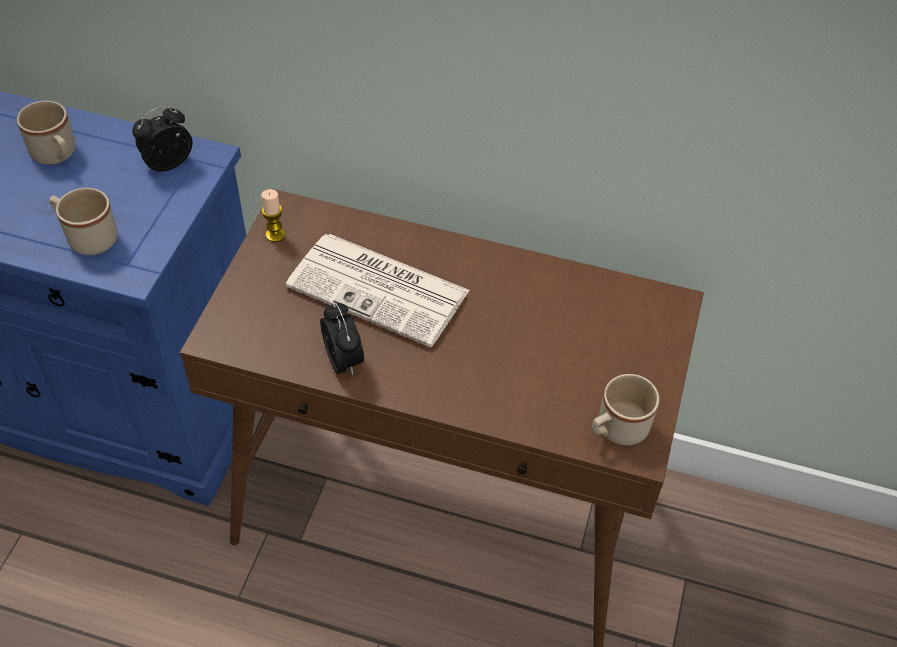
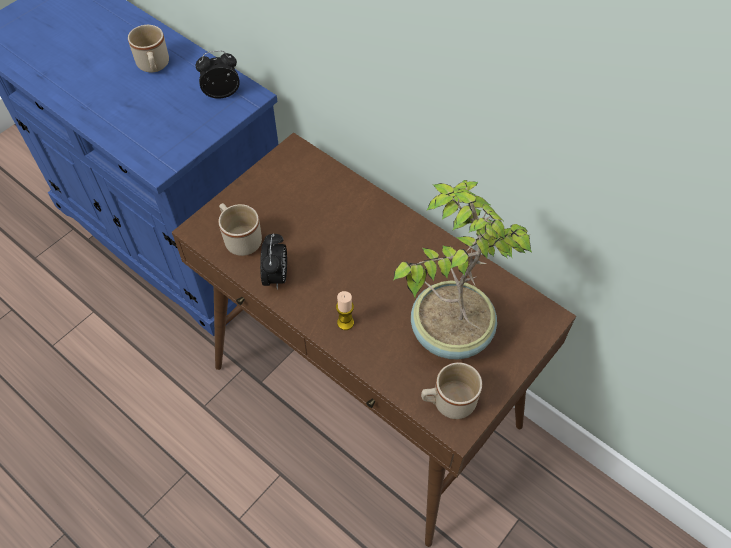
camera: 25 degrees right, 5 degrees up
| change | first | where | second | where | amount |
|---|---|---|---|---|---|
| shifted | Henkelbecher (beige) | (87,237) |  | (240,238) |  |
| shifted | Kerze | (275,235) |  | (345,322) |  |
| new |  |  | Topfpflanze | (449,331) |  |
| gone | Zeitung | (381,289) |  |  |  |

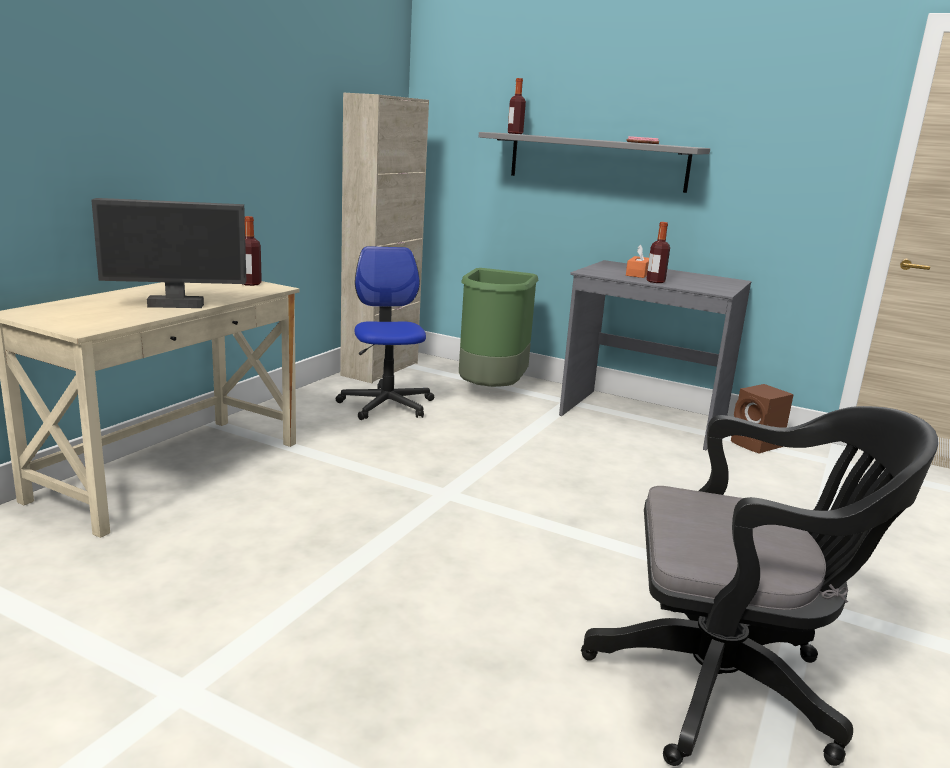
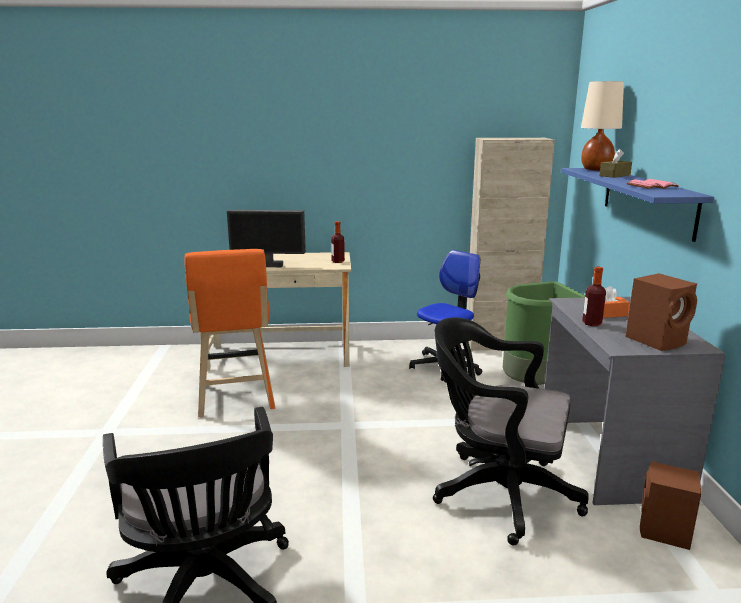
camera: 60 degrees right, 0 degrees up
| change | first | where | second | where | amount |
|---|---|---|---|---|---|
| new |  |  | Hocker (orange) | (236,399) |  |
| rotated | Monitor | (176,305) |  | (268,265) | 45 degrees counterclockwise |
| new |  |  | Bürostuhl (schwarz) | (498,493) |  |
| repainted | Wandregal (grau) | (597,162) | Wandregal (blau) | (647,200) |  |
| swapped | Flasche | (515,133) | Tischlampe (beige) | (596,170) |  |
| new |  |  | Taschentuchbox (braun) | (615,175) |  |
| new |  |  | Lautsprecher (braun) | (657,340) |  |

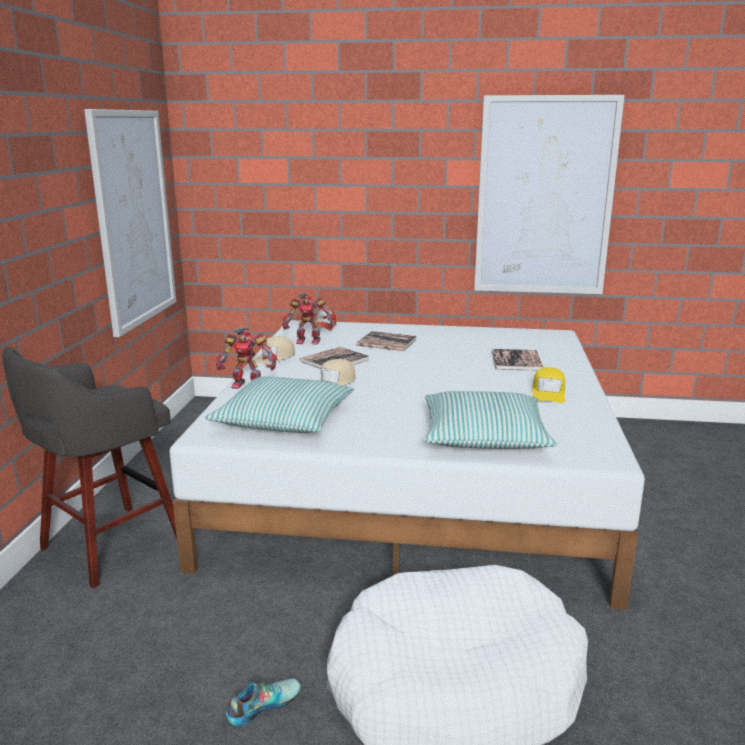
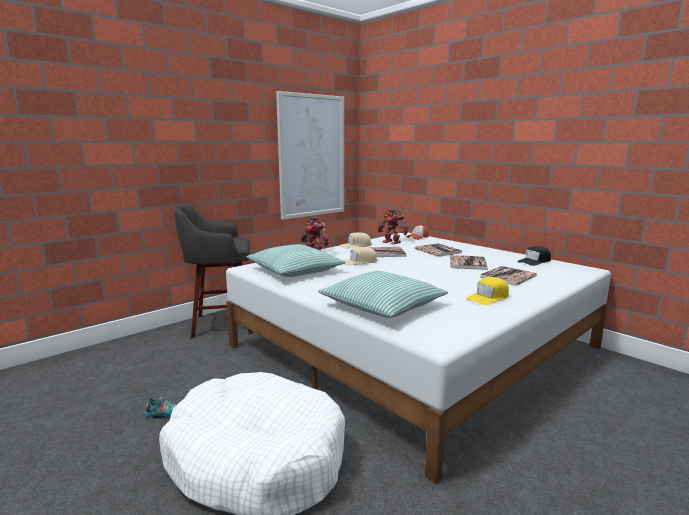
camera: 40 degrees right, 5 degrees down
| change | first | where | second | where | amount |
|---|---|---|---|---|---|
| new |  |  | Buch | (467,263) |  |
| new |  |  | Kappe (schwarz) | (534,261) |  |
| gone | Bild | (544,197) |  |  |  |

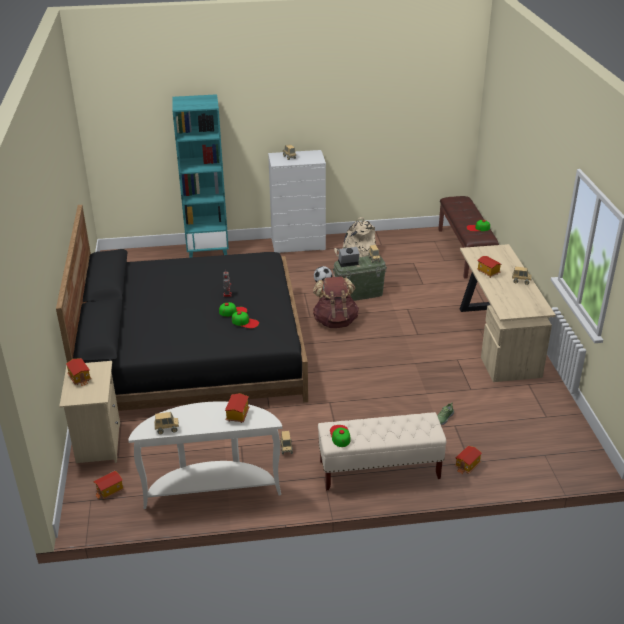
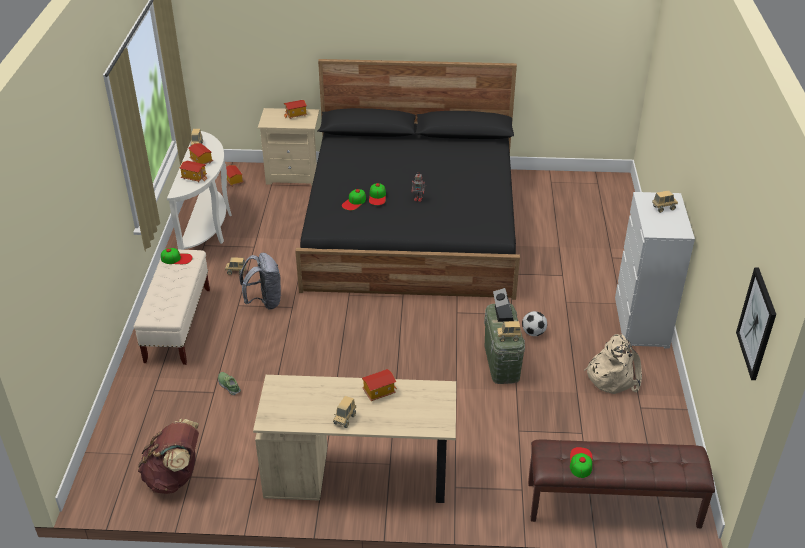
camera: 100 degrees right, 5 degrees up
| change | first | where | second | where | amount |
|---|---|---|---|---|---|
| shifted | Rucksack (braun) | (335,321) |  | (175,477) |  |
| shifted | Spielzeughaus | (467,466) |  | (201,161) |  |
| new |  |  | Rucksack (grau) | (264,301) |  |
| new |  |  | Bild | (757,323) |  |
| gone | Bücherregal (türkis) | (208,253) |  |  |  |

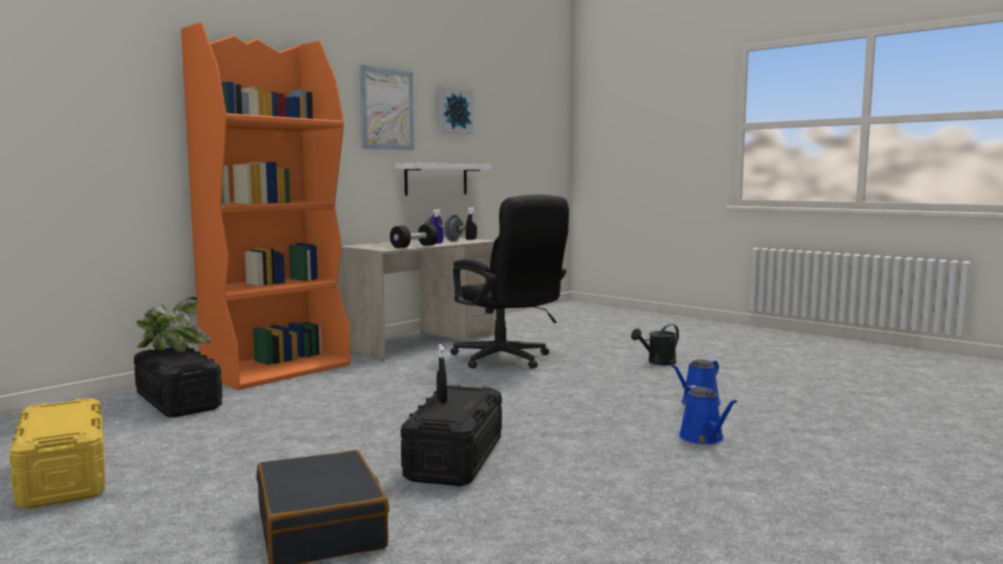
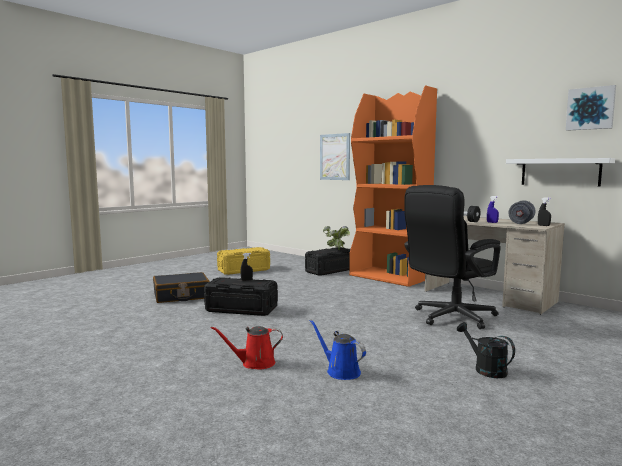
camera: 90 degrees right, 0 degrees up
| change | first | where | second | where | amount |
|---|---|---|---|---|---|
| repainted | Gießkanne (blau) | (703,438) | Gießkanne (rot) | (255,363) |  |
| shifted | Bild | (386,109) |  | (335,157) |  |

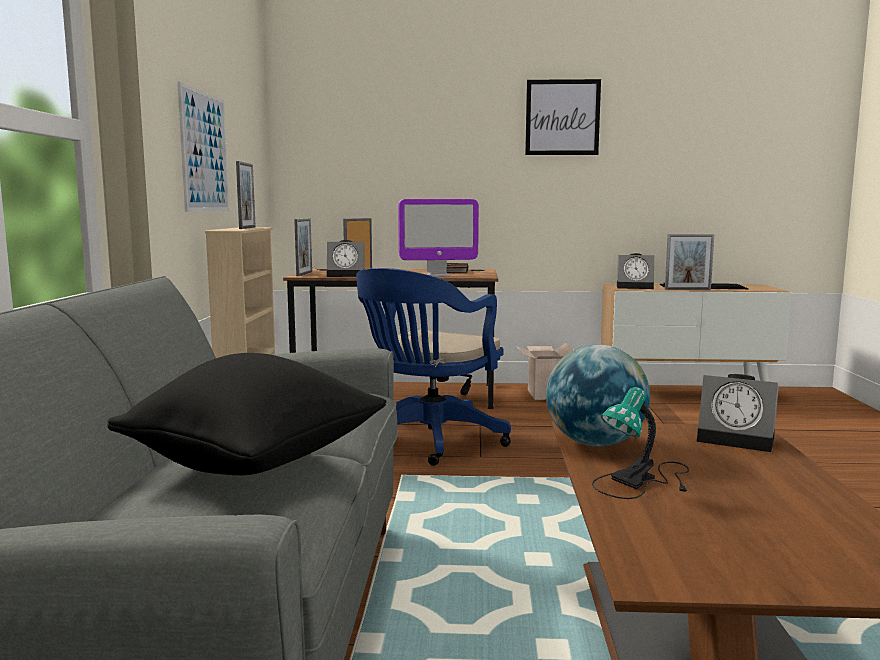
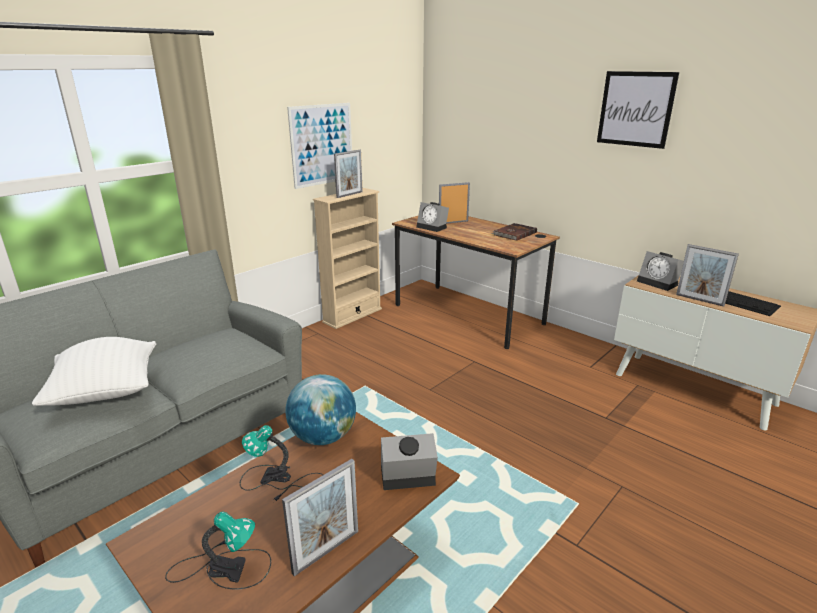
camera: 40 degrees right, 15 degrees up
| change | first | where | second | where | amount |
|---|---|---|---|---|---|
| repainted | Kissen (schwarz) | (255,466) | Kissen (weiß) | (106,393) |  |
| new |  |  | Tischlampe | (224,567) |  |
| shifted | Bilderrahmen | (304,274) |  | (326,552) |  |
| rotated | Wecker | (738,439) |  | (406,478) | 105 degrees clockwise |
| gone | Bürostuhl (blau) | (428,441) |  |  |  |
| gone | Monitor | (438,275) |  |  |  |
| gone | Karton | (543,394) |  |  |  |

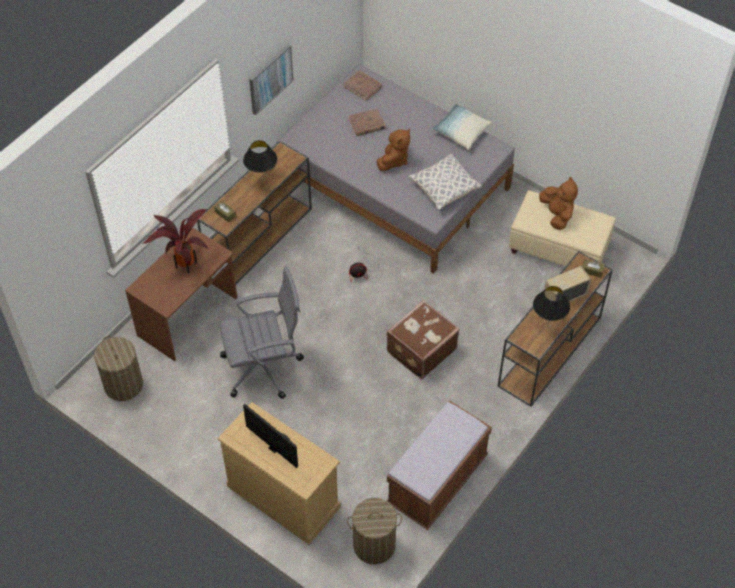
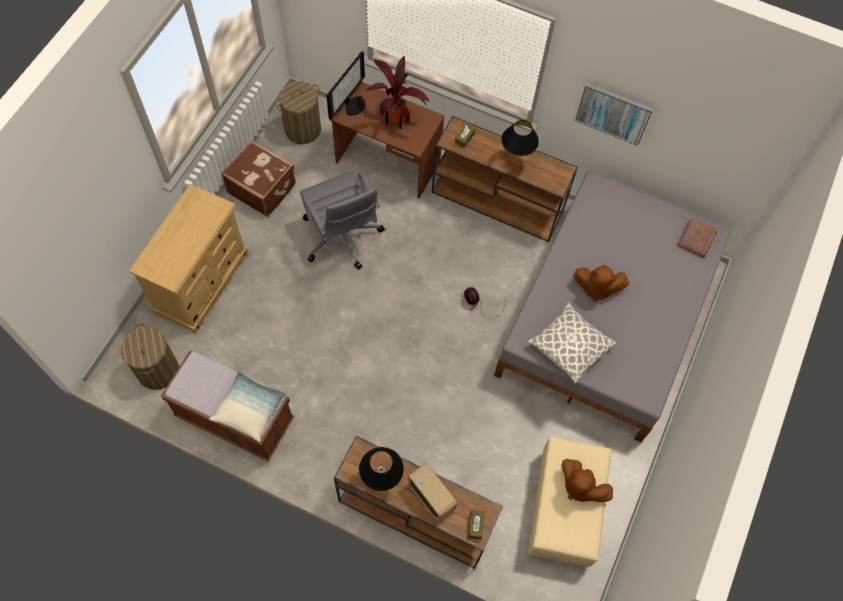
camera: 75 degrees right, 10 degrees up
| change | first | where | second | where | amount |
|---|---|---|---|---|---|
| shifted | Kissen | (461,132) |  | (249,409) |  |
| shifted | Koffer (braun) | (420,350) |  | (262,188) |  |
| shifted | Monitor | (277,445) |  | (353,104) |  |
| rotated | Plüschtier (braun) | (557,215) |  | (580,486) | 75 degrees clockwise |
| gone | Buch (braun) | (367,124) |  |  |  |

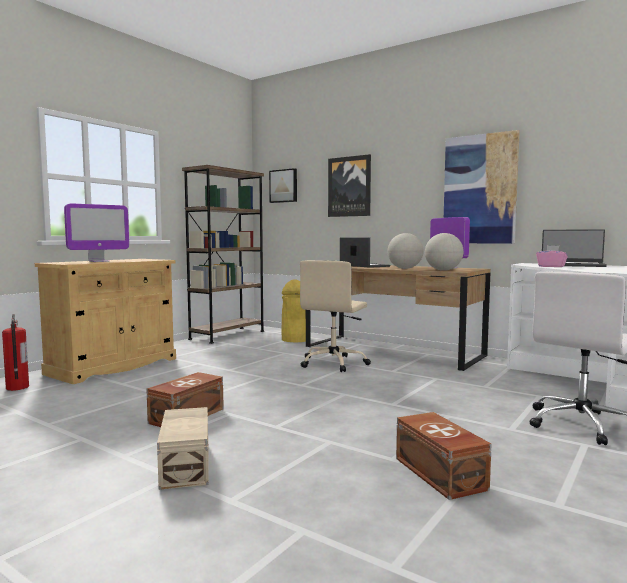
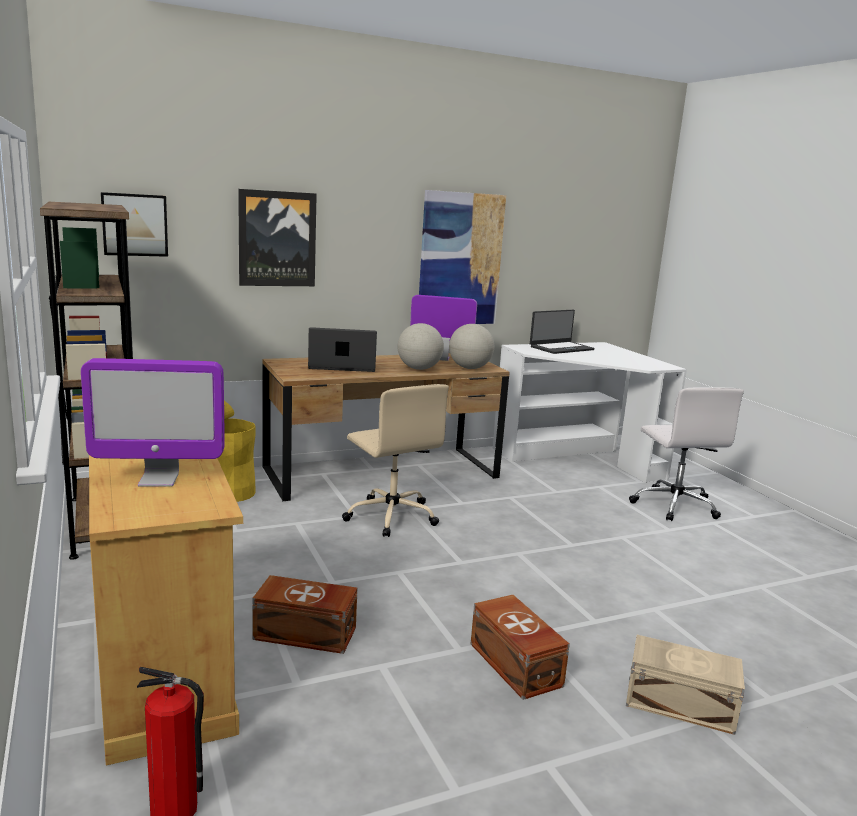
camera: 60 degrees left, 10 degrees up
| change | first | where | second | where | amount |
|---|---|---|---|---|---|
| rotated | Monitor | (98,261) |  | (159,479) | 90 degrees clockwise |
| shifted | Aufbewahrungsbox (braun) | (439,474) |  | (306,634) |  |
| gone | Taschentuchbox (rosa) | (551,266) |  |  |  |

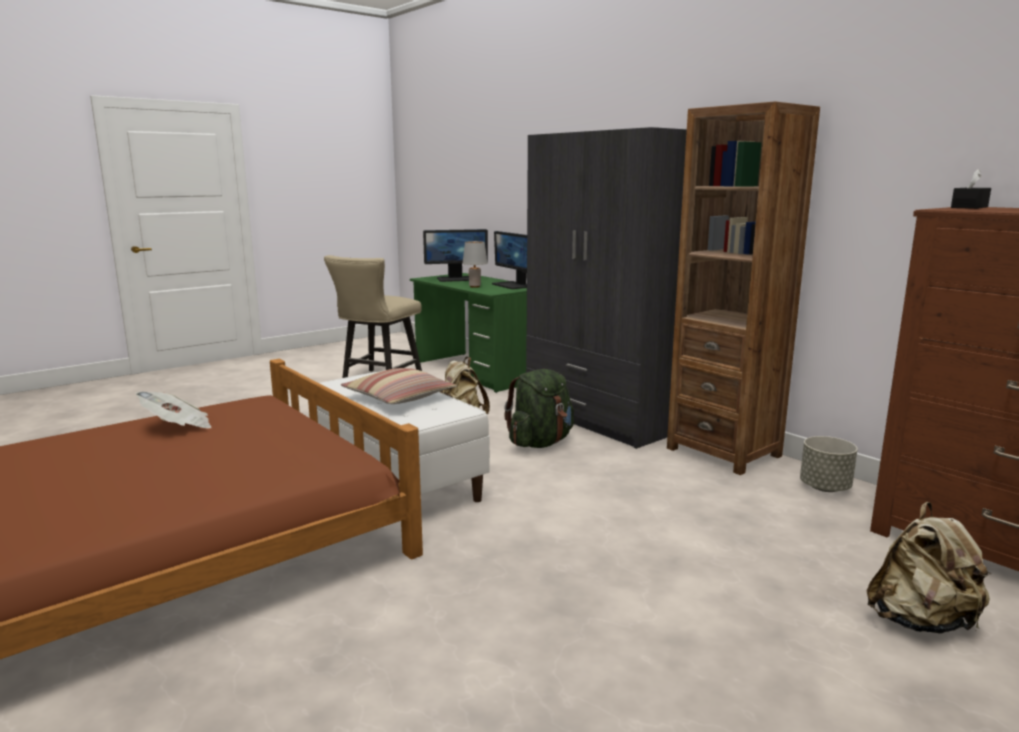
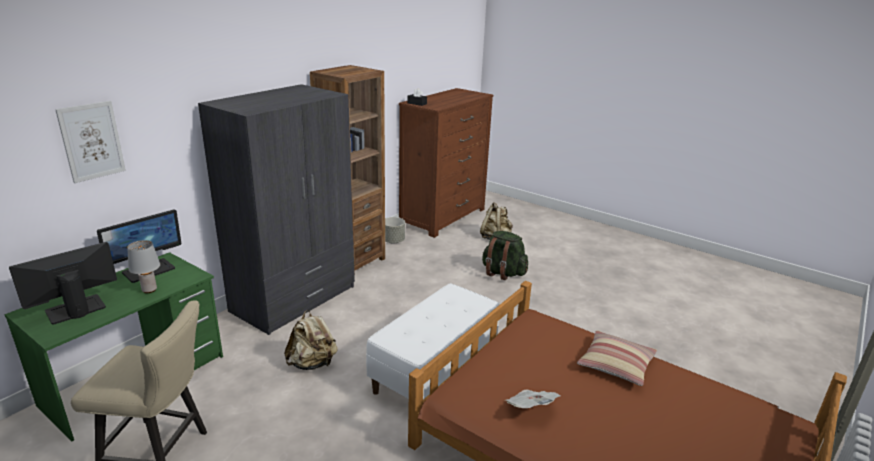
camera: 105 degrees left, 10 degrees up
| change | first | where | second | where | amount |
|---|---|---|---|---|---|
| rotated | Monitor | (457,279) |  | (75,310) | 105 degrees counterclockwise |
| new |  |  | Bild | (92,141) |  |
| shifted | Rucksack (grün) | (540,443) |  | (503,273) |  |
| shifted | Kissen | (399,397) |  | (616,364) |  |

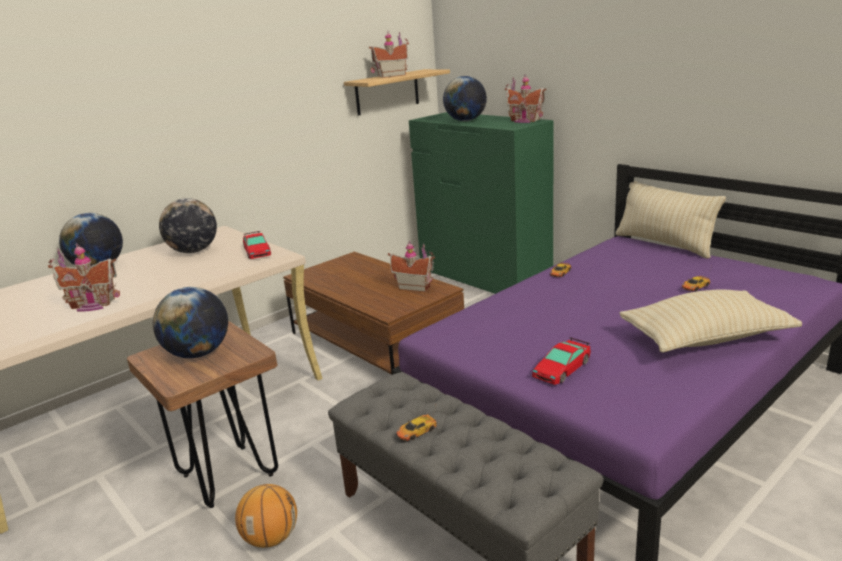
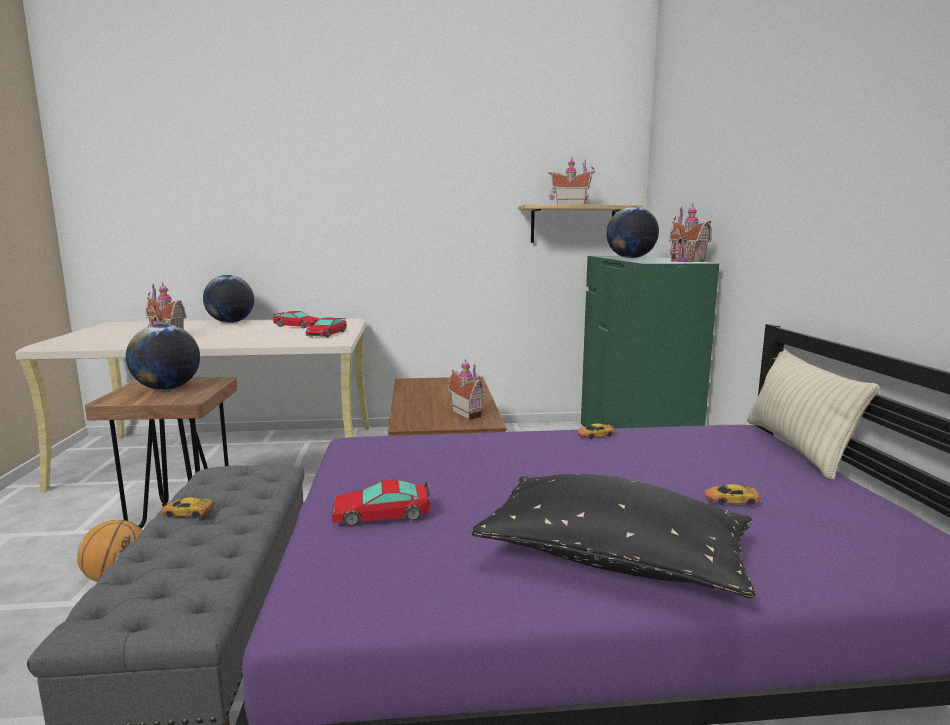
camera: 35 degrees right, 10 degrees down
| change | first | where | second | where | amount |
|---|---|---|---|---|---|
| swapped | Globus | (193,251) | Spielzeugauto | (297,326) |  |
| repainted | Kissen (beige) | (705,339) | Kissen (schwarz) | (613,560) |  |

